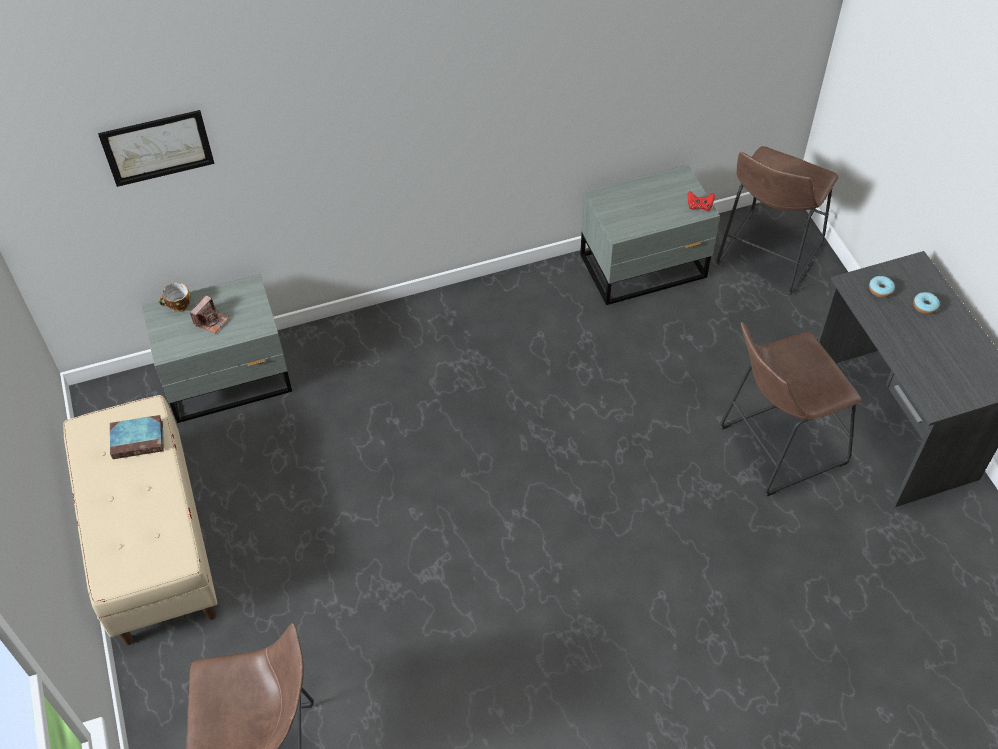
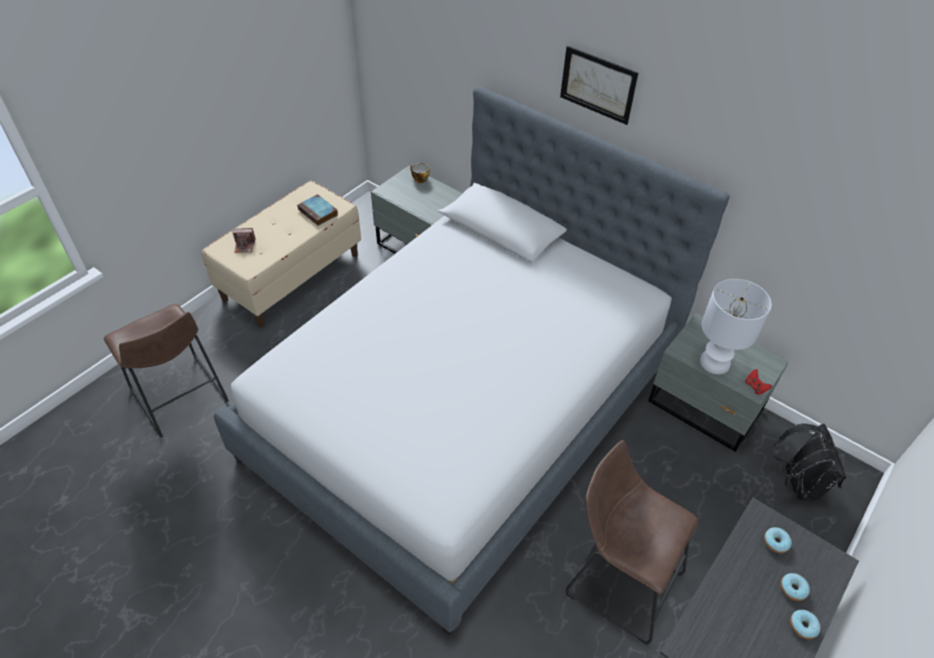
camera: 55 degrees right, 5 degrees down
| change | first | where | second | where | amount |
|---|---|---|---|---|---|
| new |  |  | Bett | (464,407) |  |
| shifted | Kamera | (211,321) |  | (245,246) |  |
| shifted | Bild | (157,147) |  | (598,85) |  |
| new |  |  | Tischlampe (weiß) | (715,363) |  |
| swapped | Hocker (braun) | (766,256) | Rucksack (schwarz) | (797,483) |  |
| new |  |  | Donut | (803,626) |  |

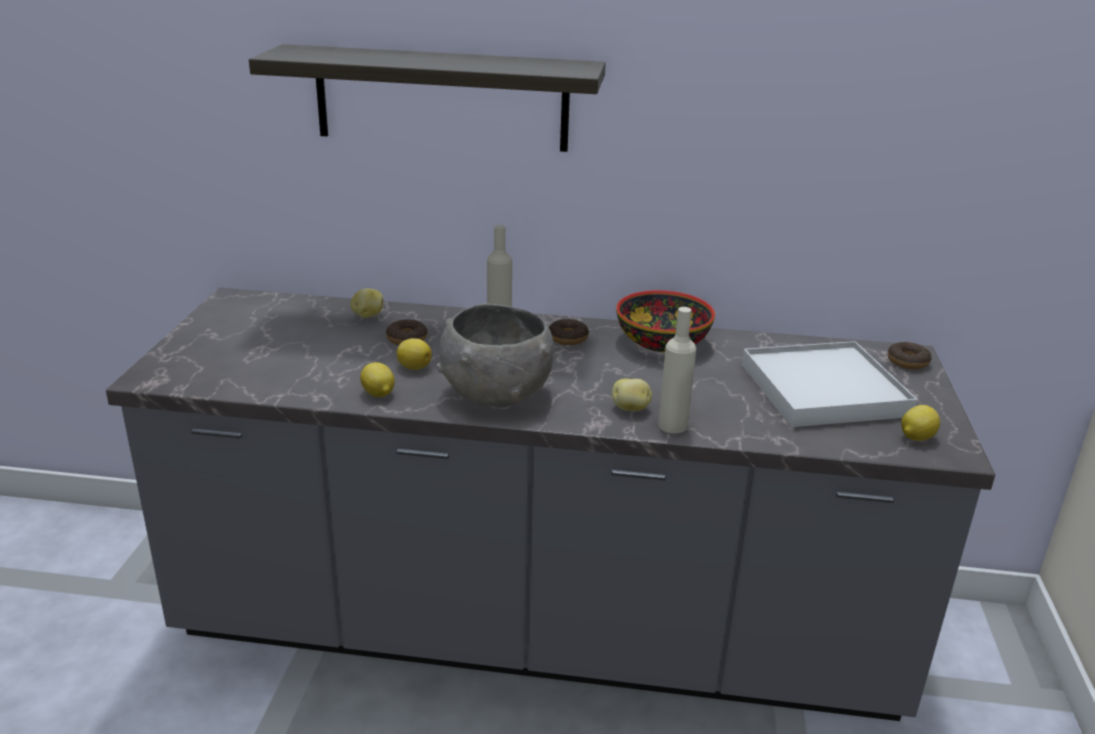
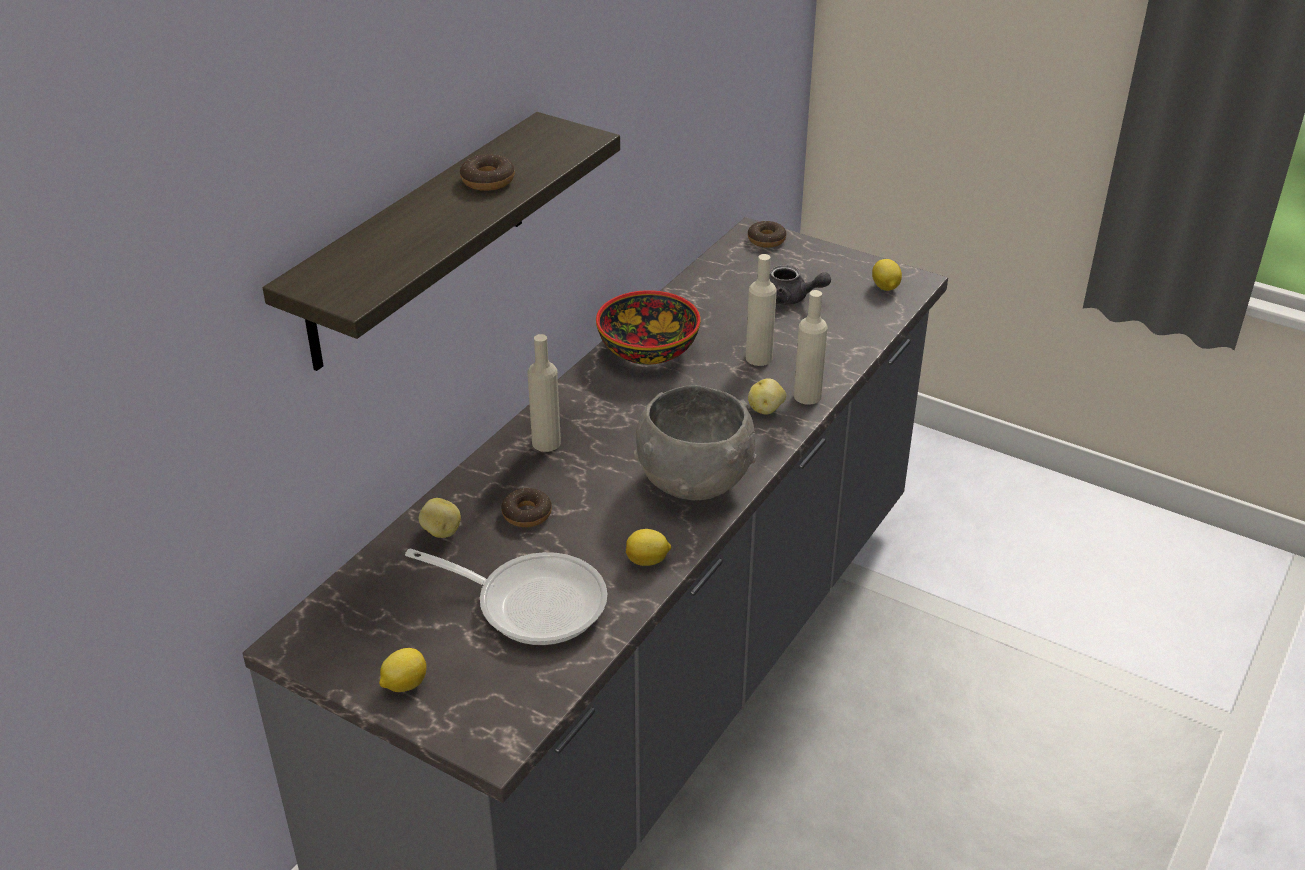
camera: 65 degrees left, 10 degrees up
| change | first | where | second | where | amount |
|---|---|---|---|---|---|
| shifted | Zitrone | (413,367) |  | (404,684) |  |
| new |  |  | Pfanne | (531,602) |  |
| shifted | Donut | (568,338) |  | (488,180) |  |
| new |  |  | Flasche (beige) | (759,358) |  |
| swapped | Tablett (weiß) | (824,390) | Teekanne (grau) | (790,298) |  |

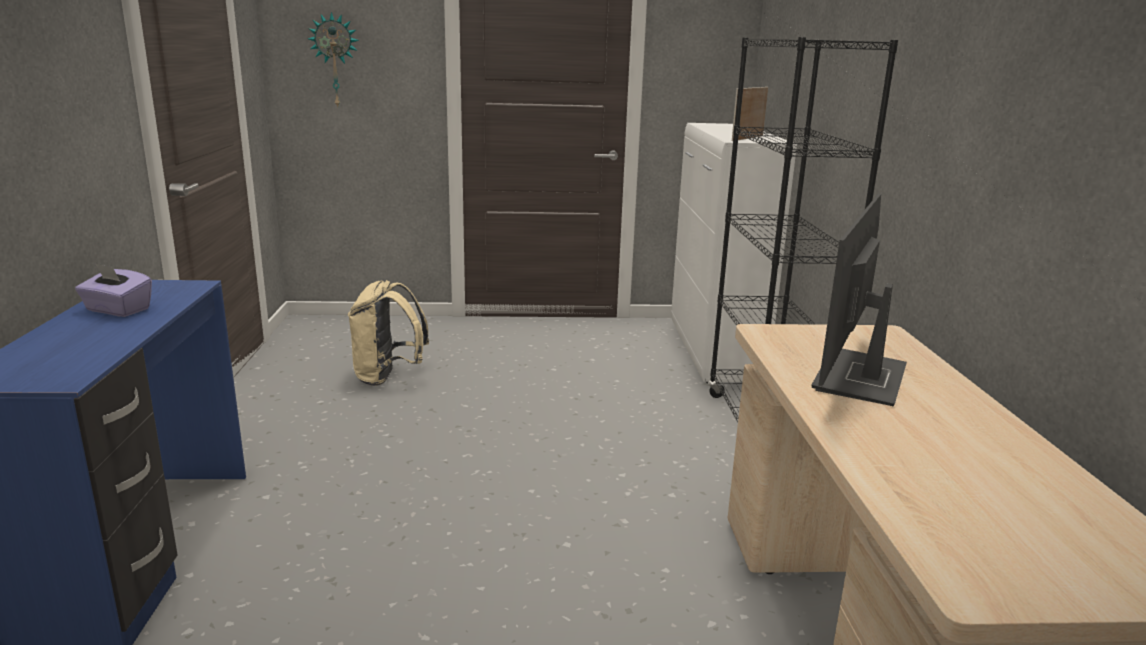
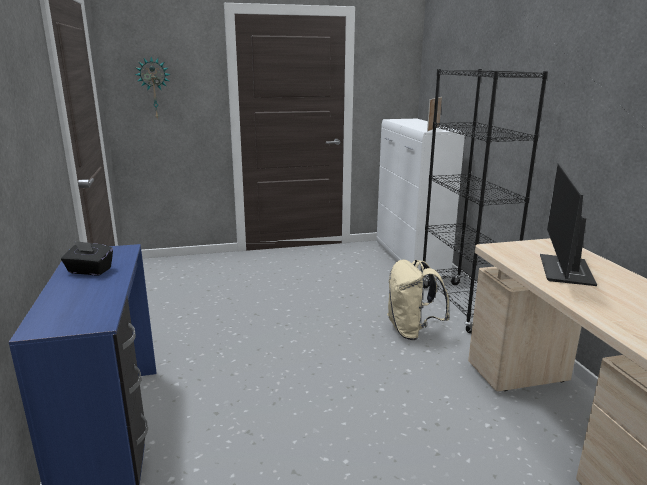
camera: 10 degrees left, 0 degrees up
| change | first | where | second | where | amount |
|---|---|---|---|---|---|
| repainted | Taschentuchbox (lila) | (117,310) | Taschentuchbox (schwarz) | (89,271) |  |
| shifted | Rucksack (beige) | (388,377) |  | (412,331) |  |

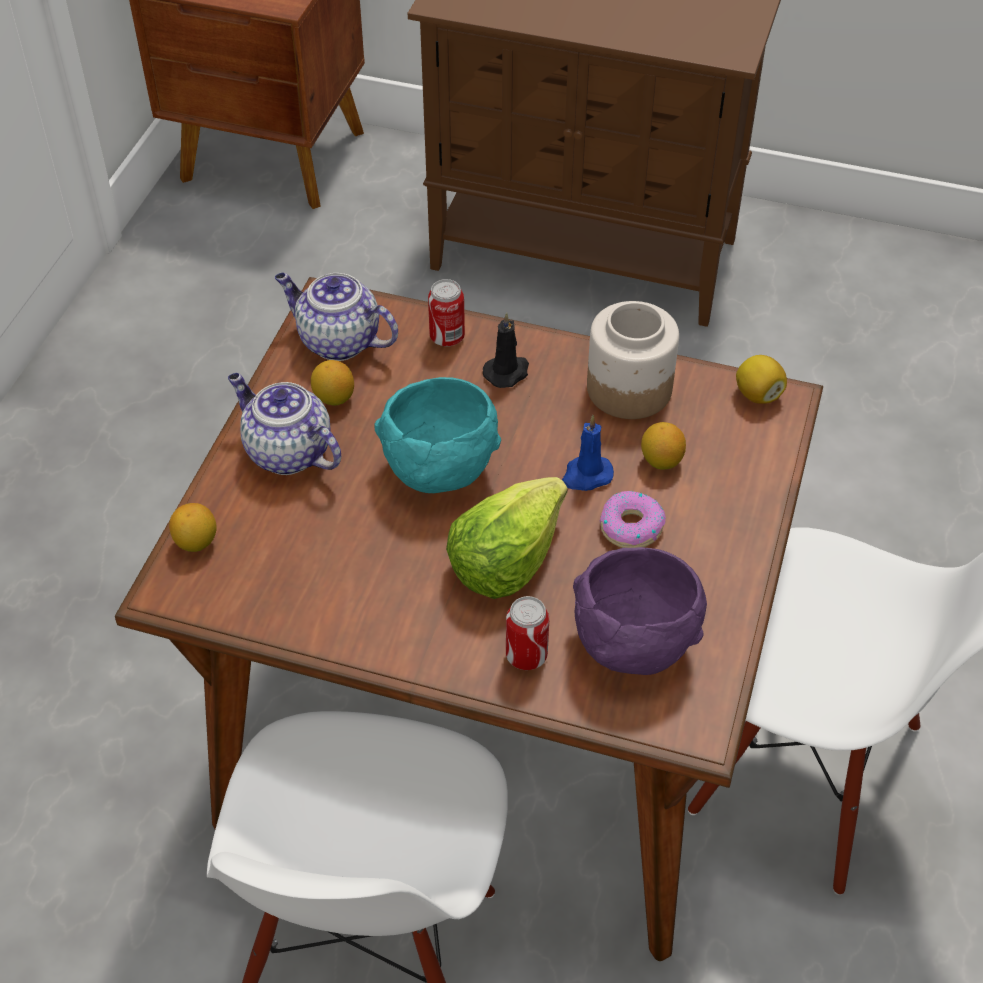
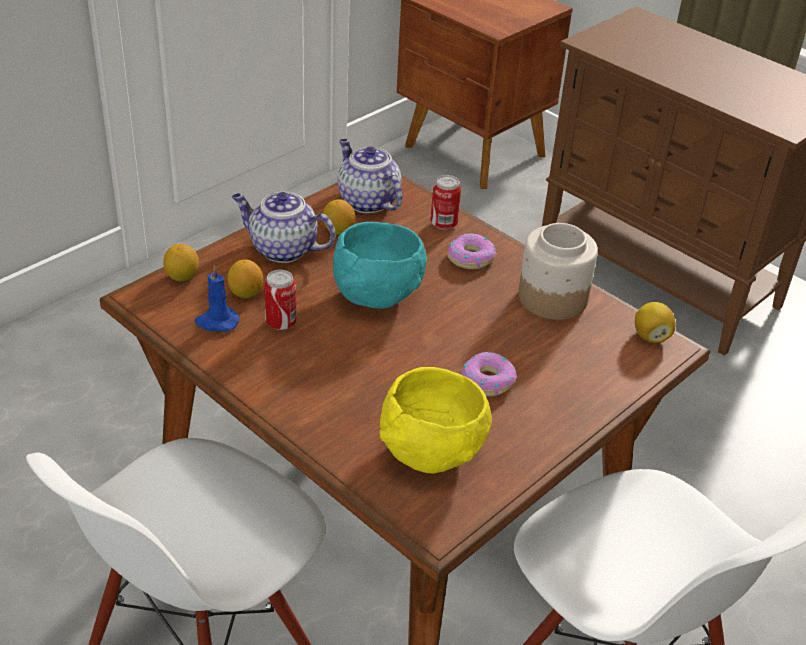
camera: 25 degrees right, 10 degrees down
| change | first | where | second | where | amount |
|---|---|---|---|---|---|
| shifted | Kerze (blau) | (586,475) |  | (216,322) |  |
| shifted | Zitrone | (661,461) |  | (245,293) |  |
| rotated | Teekanne | (286,452) |  | (282,249) | 45 degrees counterclockwise |
| shifted | Dose | (526,656) |  | (281,323) |  |
| repainted | Schüssel (lila) | (634,644) | Schüssel (gelb) | (431,454) |  |
| swapped | Kerze (schwarz) | (507,372) | Donut | (470,257) |  |
| gone | Salatkopf | (505,558) |  |  |  |

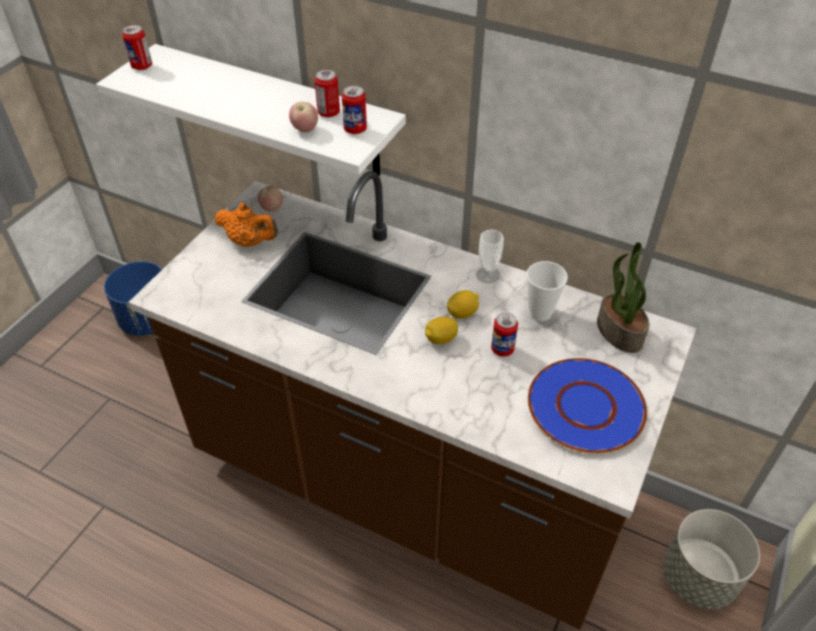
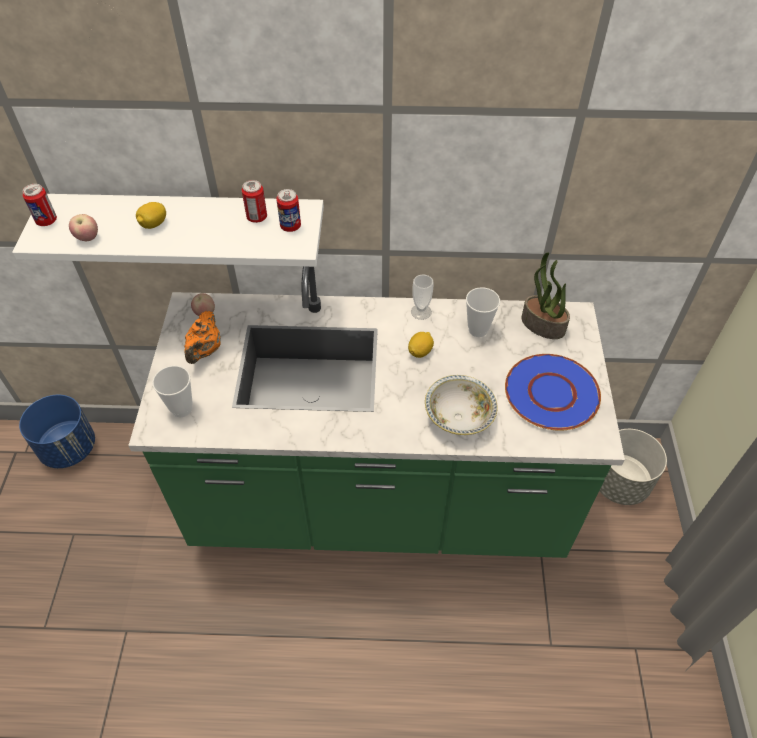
camera: 25 degrees left, 5 degrees up
| change | first | where | second | where | amount |
|---|---|---|---|---|---|
| shifted | Apfel | (305,130) |  | (88,238) |  |
| repainted | Küchenzeile (braun) | (408,483) | Küchenzeile (grün) | (378,500) |  |
| shifted | Zitrone | (440,339) |  | (153,224) |  |
| new |  |  | Tasse | (181,408) |  |
| rotated | Teekanne (orange) | (250,242) |  | (205,351) | 105 degrees clockwise |
| new |  |  | Schüssel | (458,417) |  |
| gone | Dose | (502,349) |  |  |  |

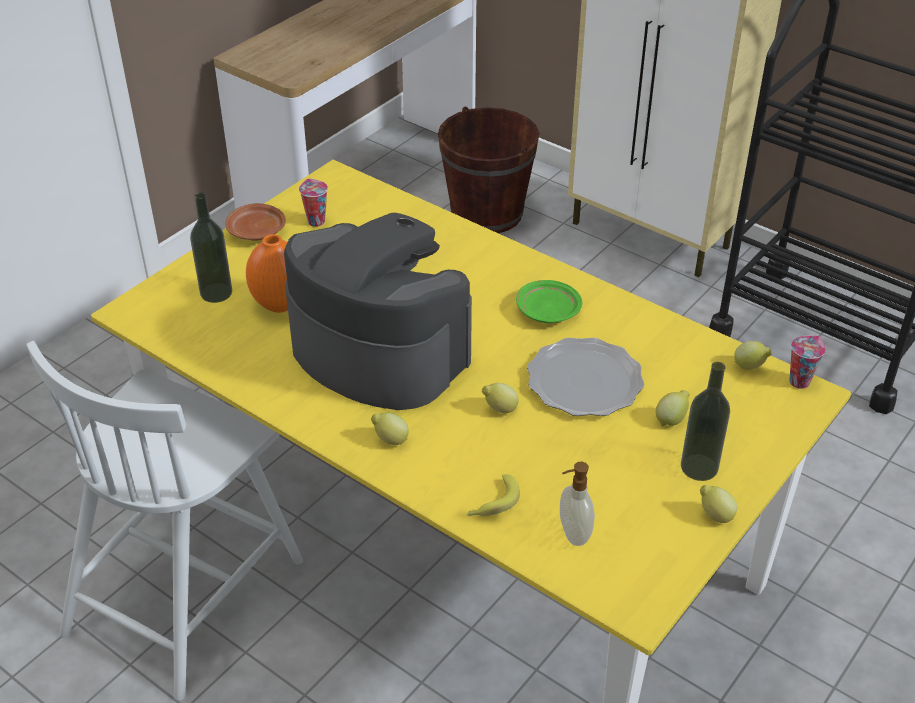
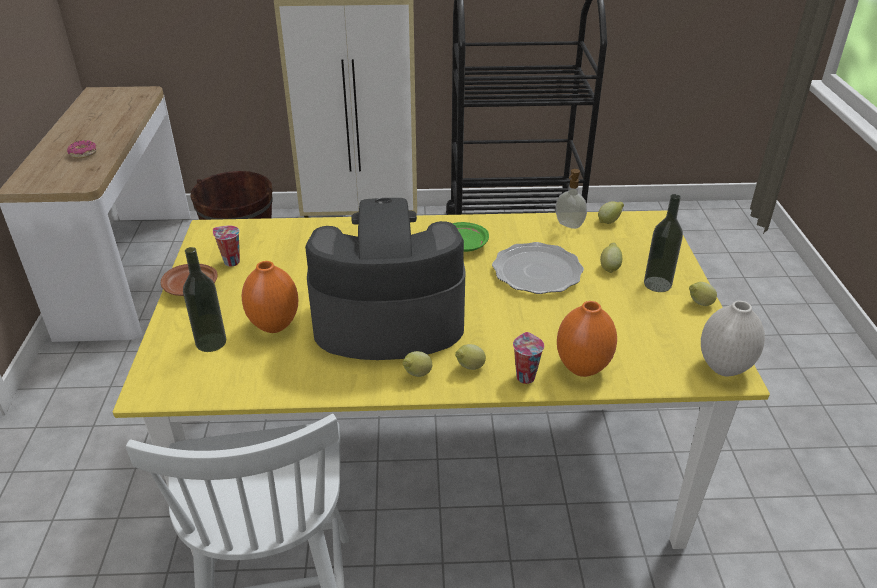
camera: 40 degrees left, 5 degrees down
| change | first | where | second | where | amount |
|---|---|---|---|---|---|
| new |  |  | Donut | (83,154) |  |
| shifted | Zitrone | (499,409) |  | (416,375) |  |
| shifted | Tasse | (799,380) |  | (524,376) |  |
| shifted | Seifenspender | (573,533) |  | (568,225) |  |
| swapped | Banane | (492,503) | Vase (orange) | (581,368) |  |
| new |  |  | Vase (weiß) | (723,367) |  |

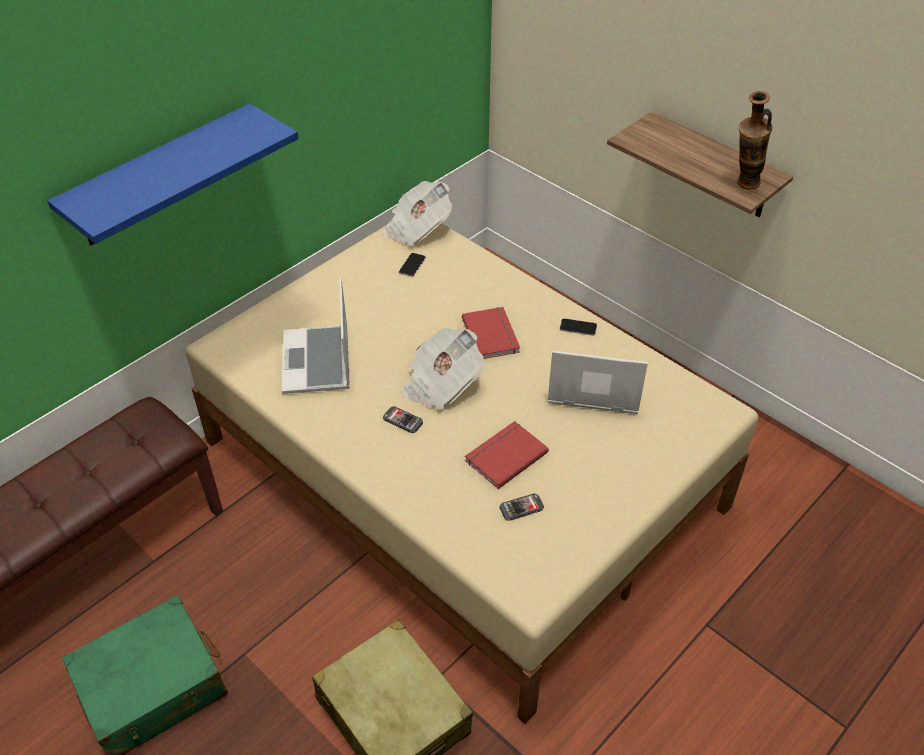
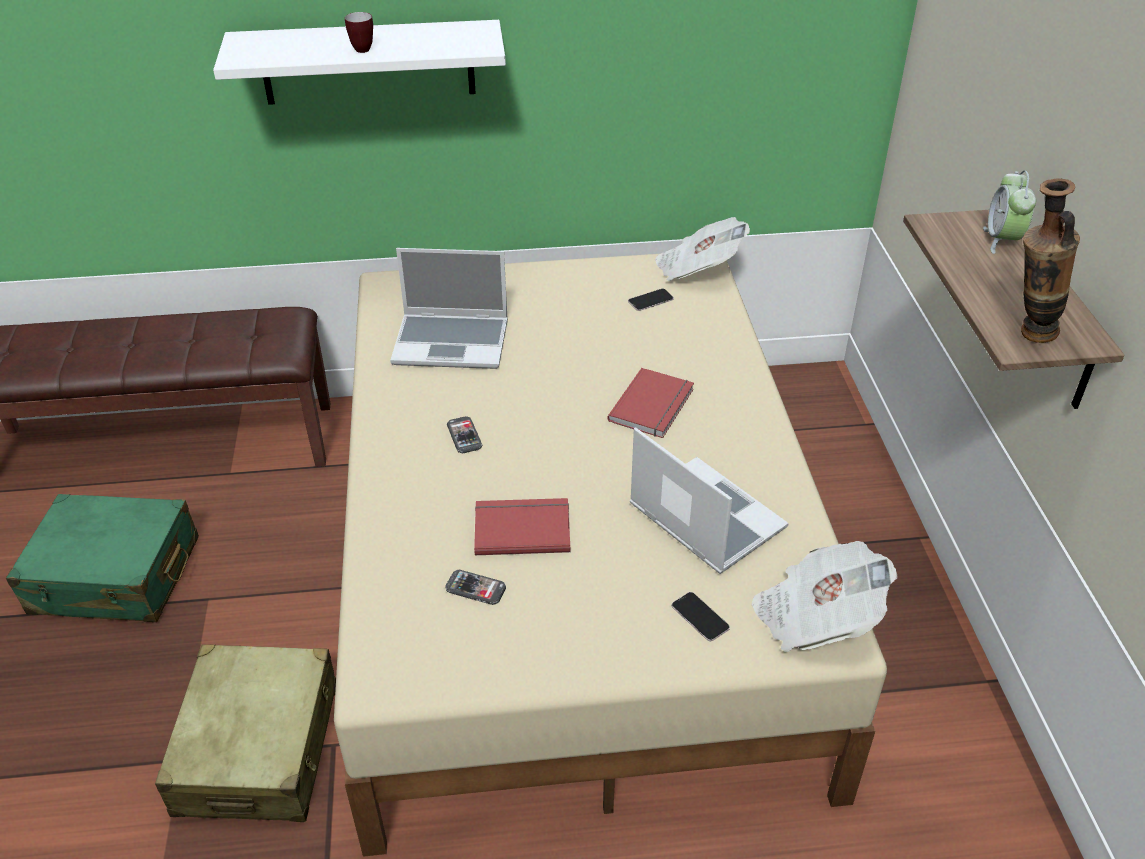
camera: 40 degrees right, 5 degrees down
| change | first | where | second | where | amount |
|---|---|---|---|---|---|
| repainted | Wandregal (blau) | (161,176) | Wandregal (weiß) | (368,62) |  |
| new |  |  | Henkelbecher | (361,48) |  |
| rotated | Laptop | (318,362) |  | (453,342) | 120 degrees counterclockwise |
| shifted | Handy | (578,327) |  | (700,617) |  |
| shifted | Zeitung | (441,384) |  | (816,617) |  |
| new |  |  | Wecker | (1002,240) |  |

